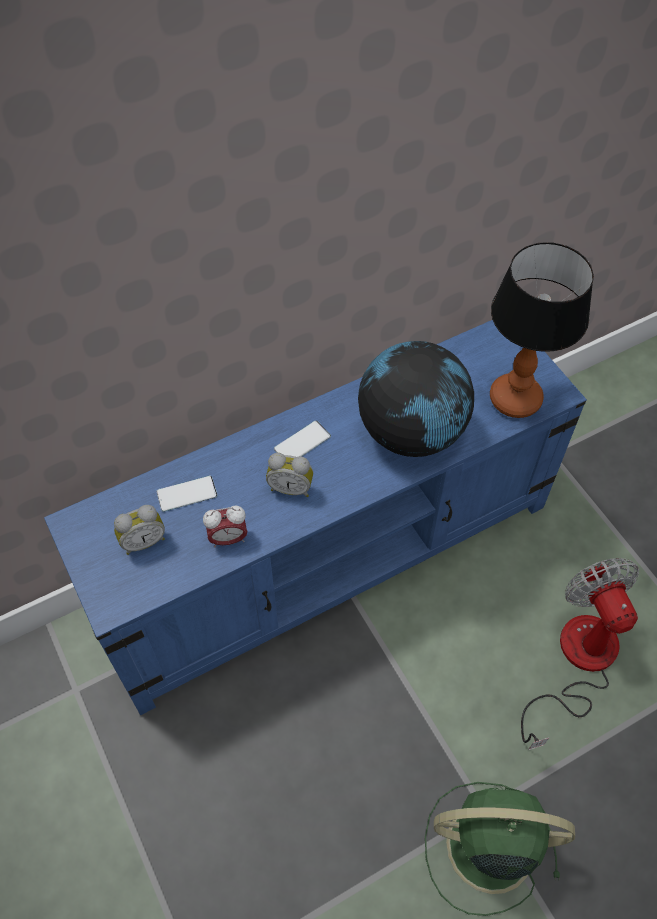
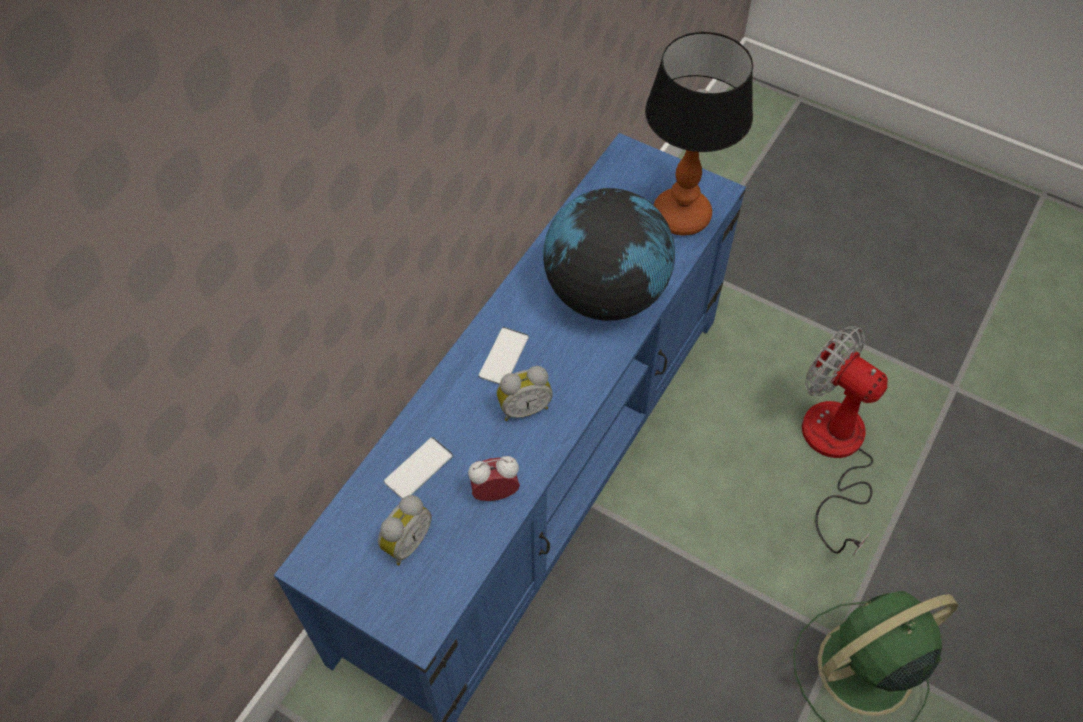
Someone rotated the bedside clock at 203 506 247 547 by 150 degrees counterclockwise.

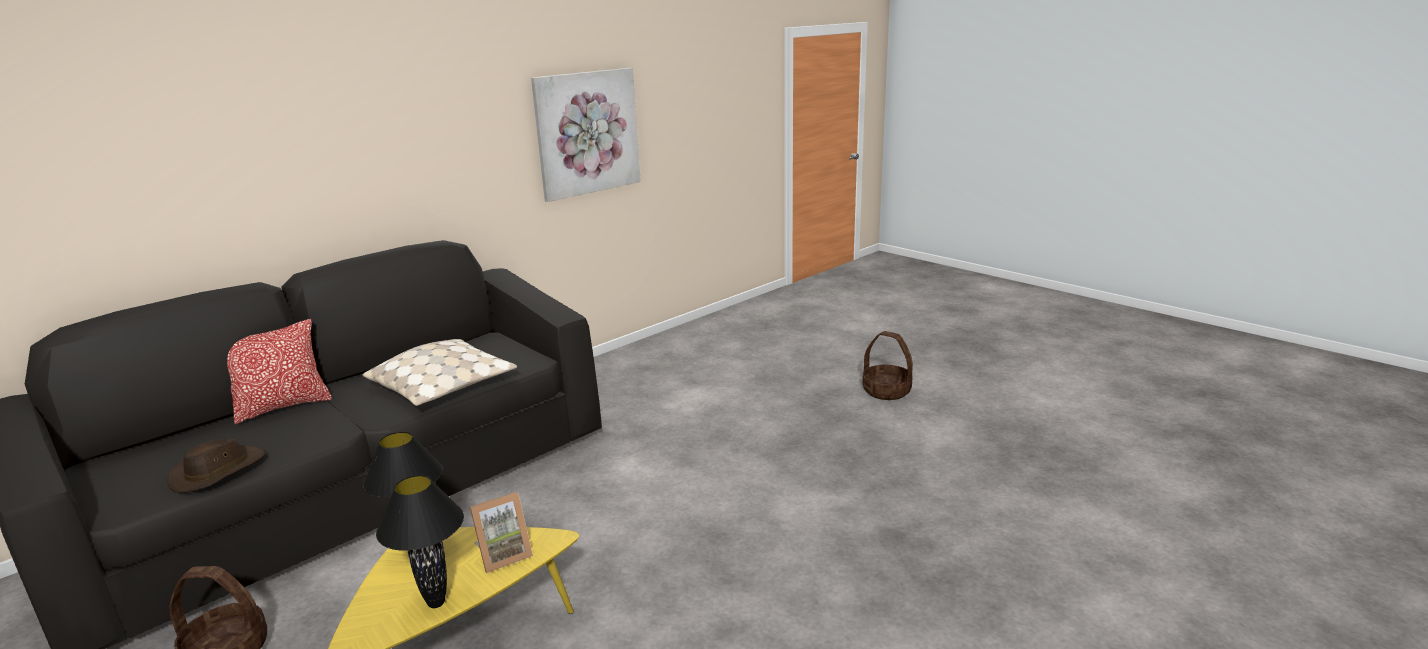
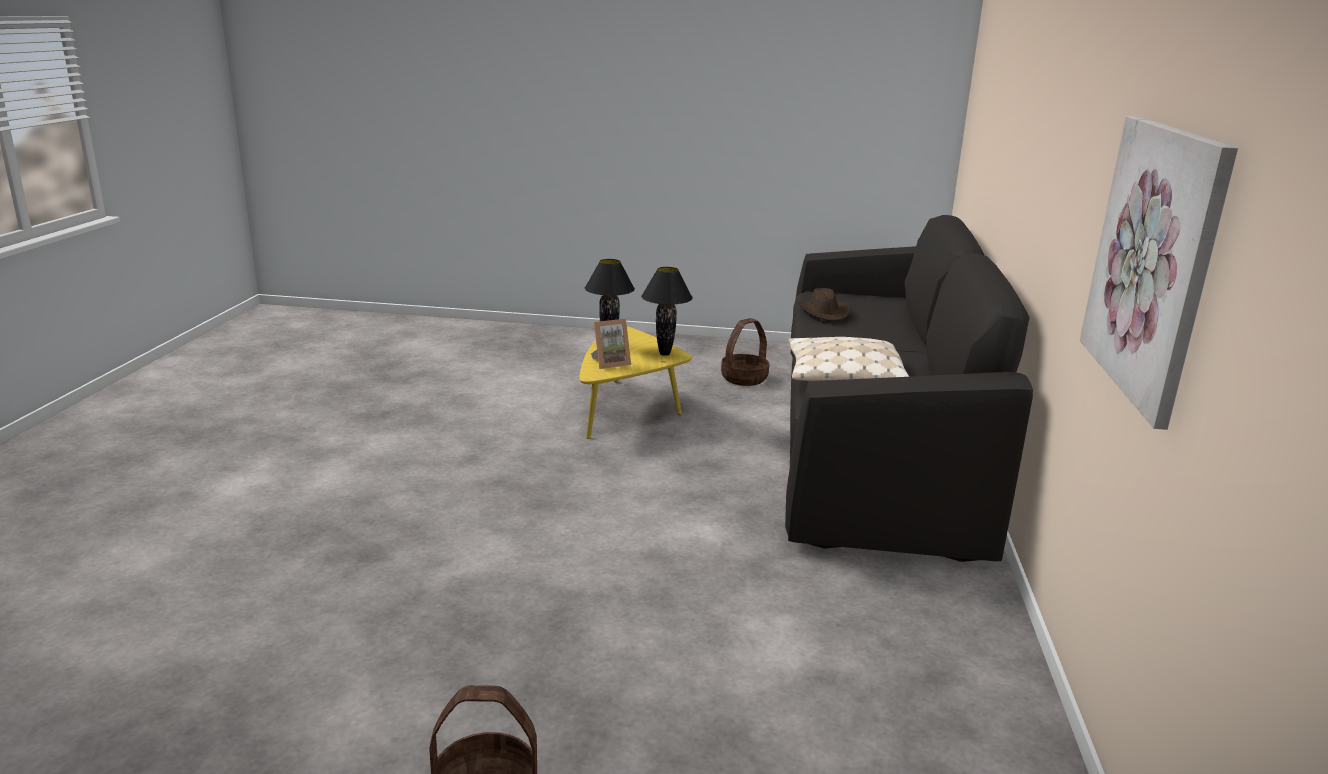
Someone took away the cushion at 227 319 332 425.
Someone rotated the picture frame at 470 492 533 573 by 135 degrees counterclockwise.

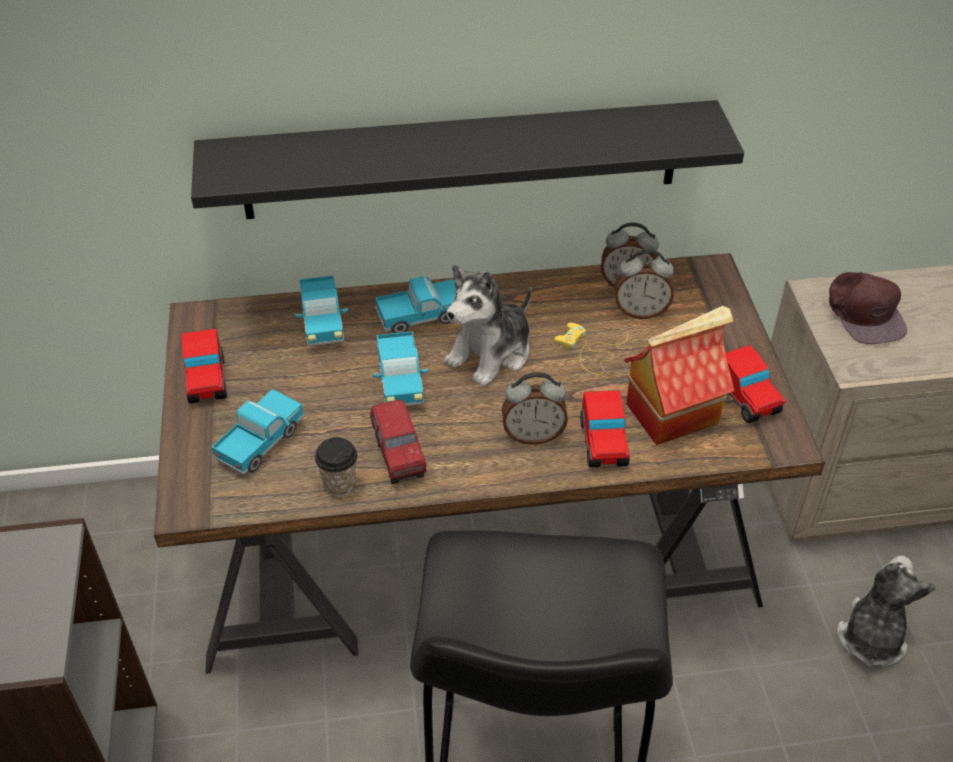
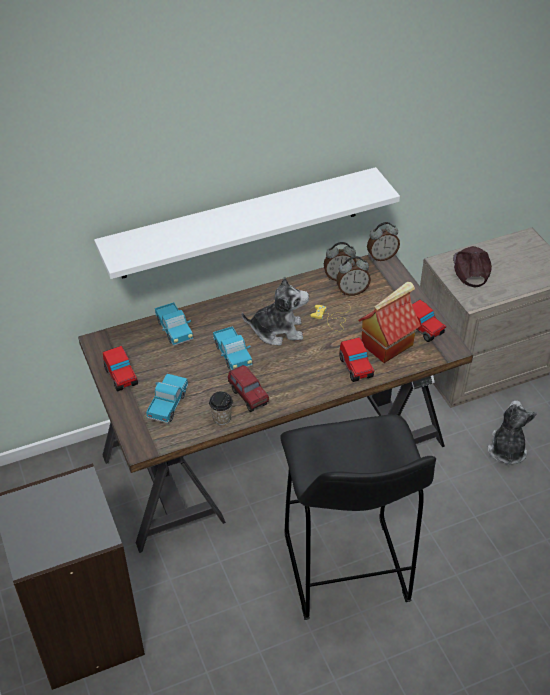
Someone took away the toy lorry at 375 276 456 333.
Someone carried the bedside clock from 502 372 568 445 to 367 222 400 261.
Someone repainted the black-coloured bracket shelf at 191 100 744 219, which became the whitish bracket shelf at 94 167 400 279.
Someone rotated the soft toy at 444 264 532 387 by 120 degrees counterclockwise.
Someone rotated the brownish cap at 829 272 907 344 by 150 degrees counterclockwise.

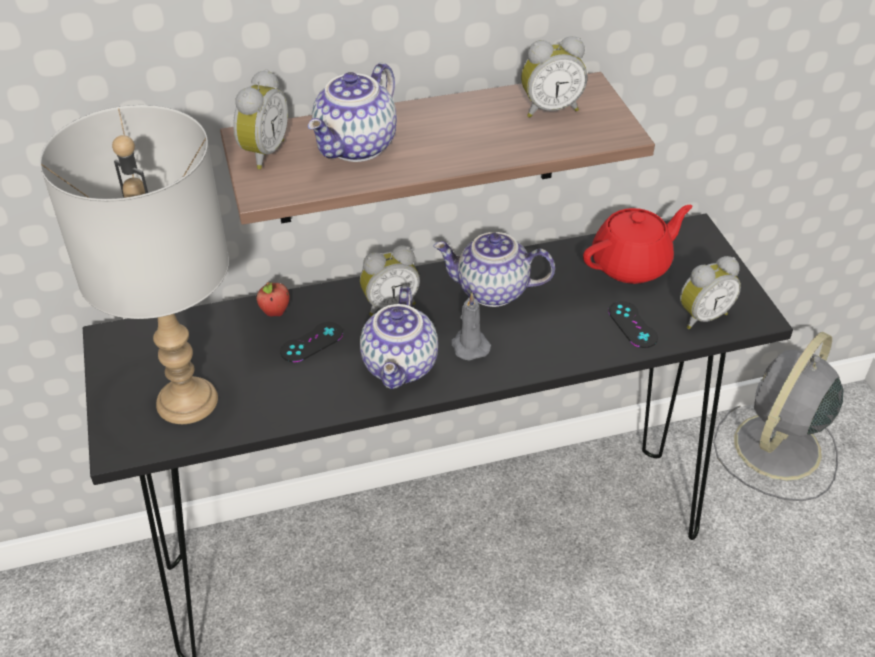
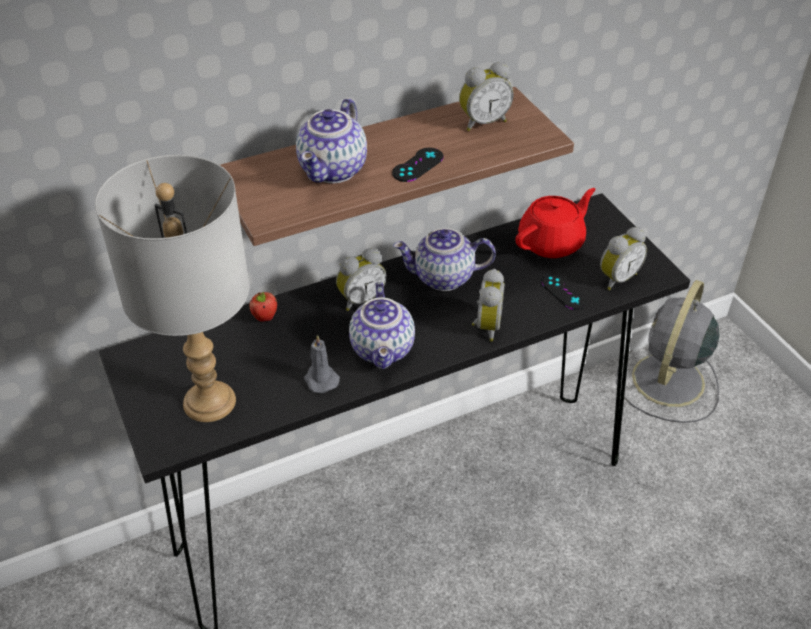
Someone carried the bedside clock from 233 69 288 169 to 472 269 505 342.
Someone carried the black-coloured game controller from 280 322 343 362 to 392 148 443 182.
Someone carried the gray wax candle from 451 292 491 361 to 304 334 340 393.

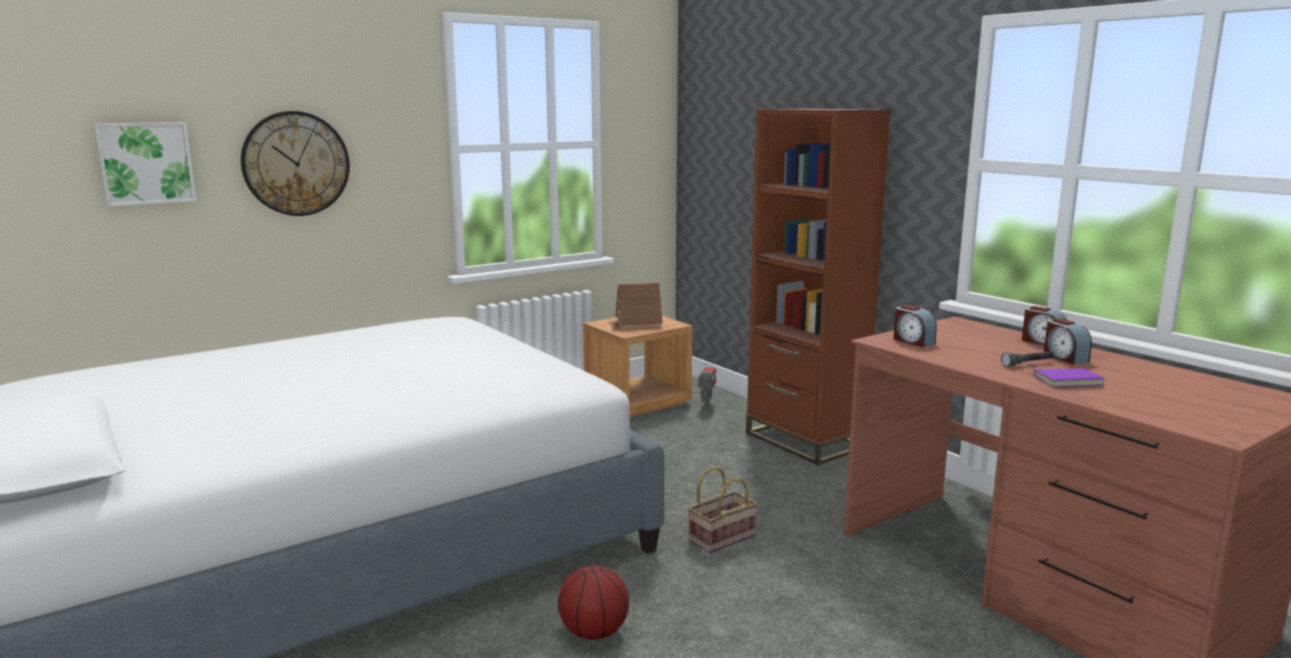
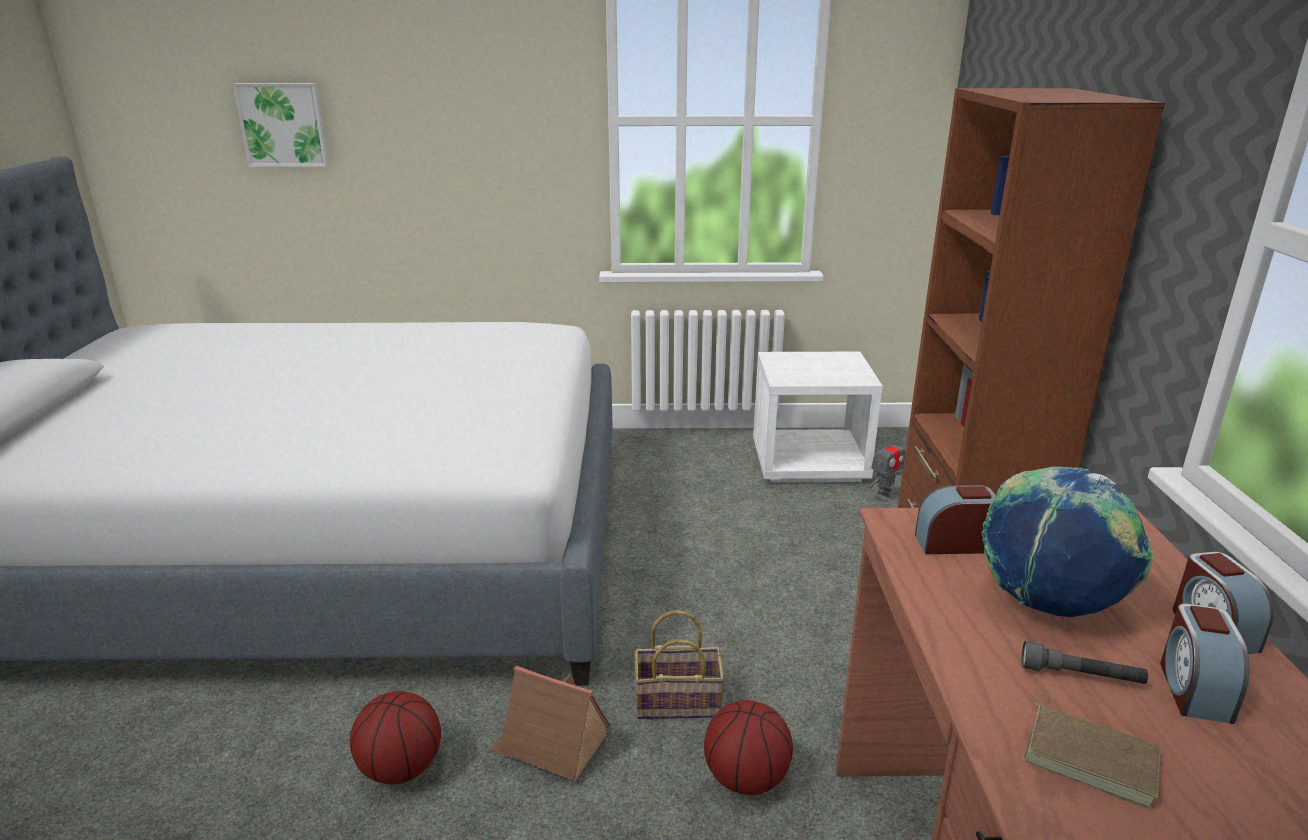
Someone took away the clock on the wall at 241 111 350 216.
Someone put down the ball for basketball at 704 700 793 795.
Someone put down the world globe at 982 466 1153 617.
Someone carried the toy house from 608 282 663 330 to 490 666 611 782.
Someone repainted the brownish bedside table at 583 316 693 418, which became the whitish bedside table at 753 352 883 482.
Someone repainted the purple book at 1031 367 1105 387, which became the brownish book at 1023 691 1161 809.
Someone rotated the bedside clock at 893 305 937 347 by 90 degrees clockwise.

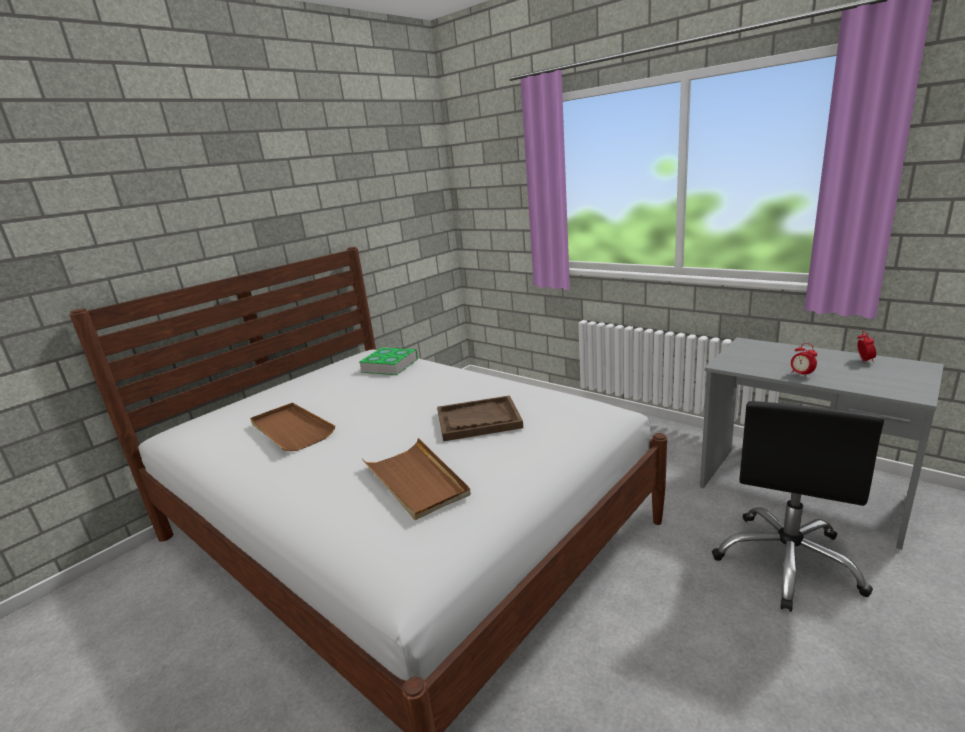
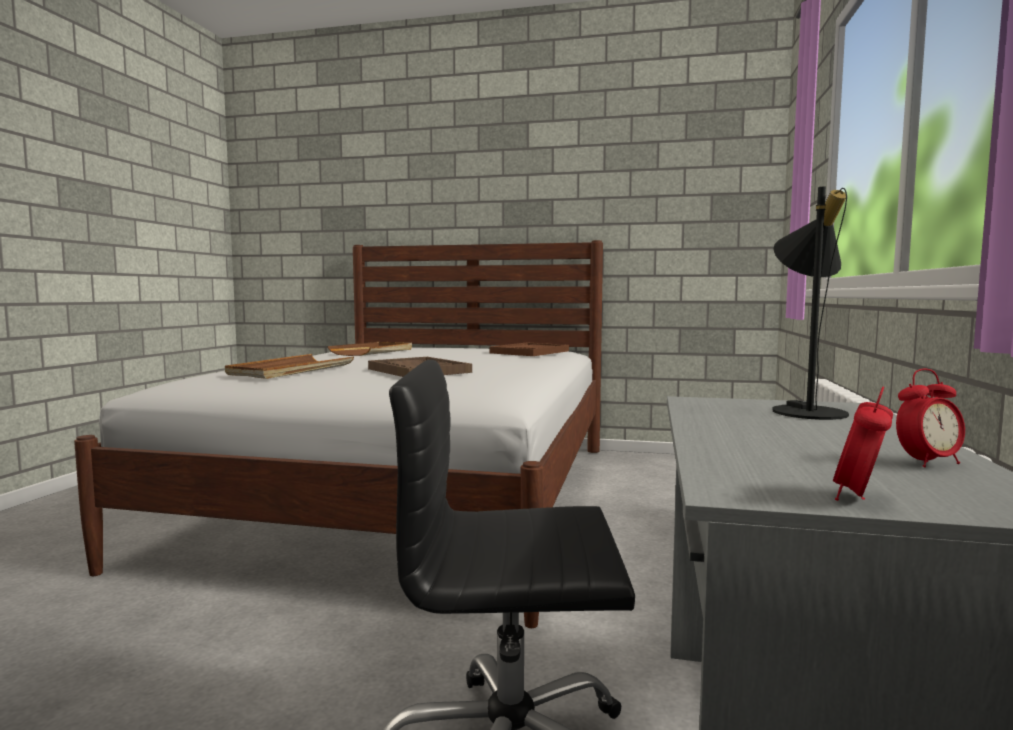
Someone put down the black-coloured table lamp at 772 187 849 420.
Someone carried the bedside clock from 791 343 817 378 to 833 387 893 501.
Someone swapped the book at 359 347 418 375 for the brownish carrying tray at 490 343 569 356.

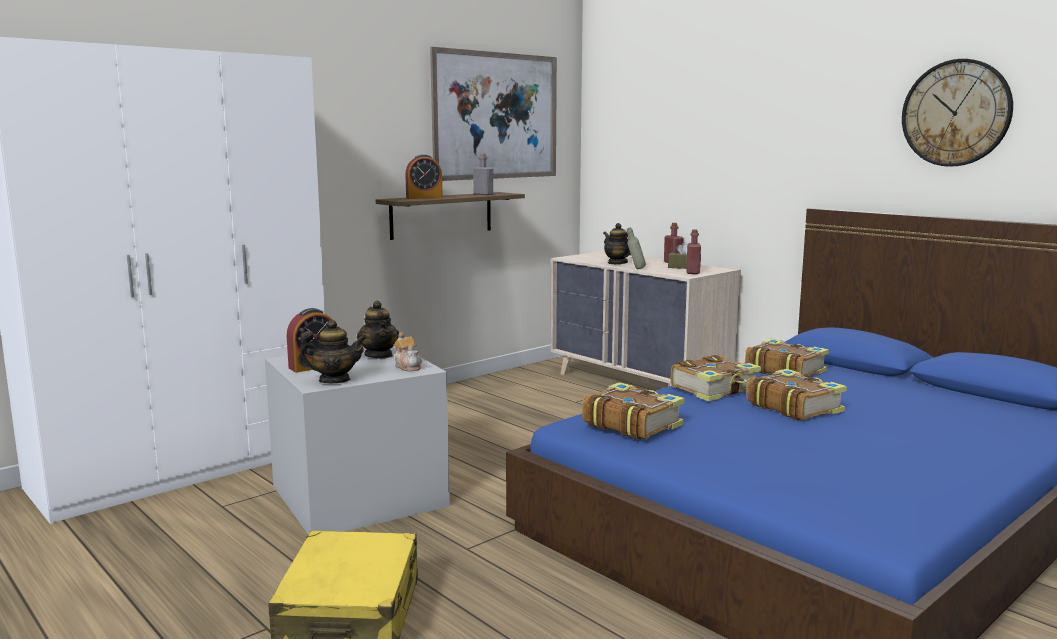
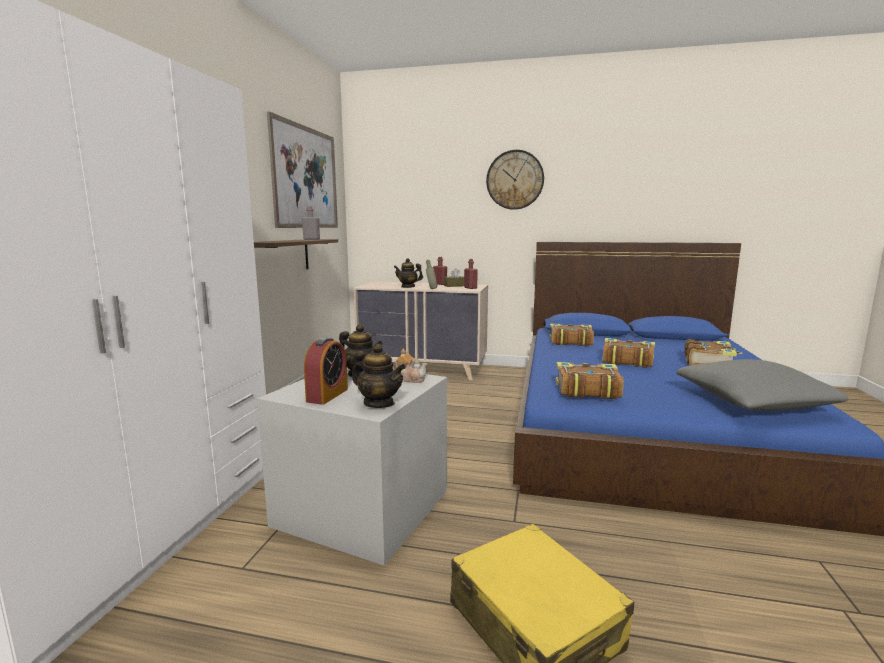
Someone took away the bedside clock at 405 154 443 199.
Someone put down the gray cushion at 676 359 849 411.
Someone carried the book from 671 355 761 401 to 685 339 743 365.
Someone carried the clock on the wall from 902 59 1013 167 to 486 150 544 210.
Someone rotated the pot for tea at 298 320 367 383 by 75 degrees clockwise.

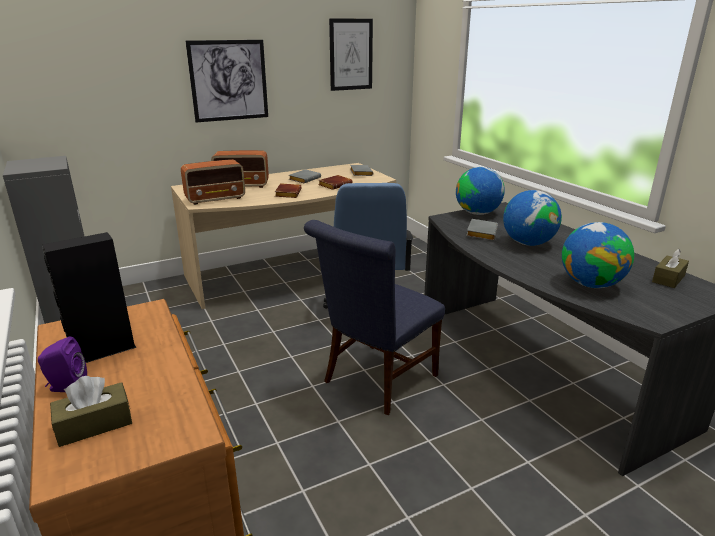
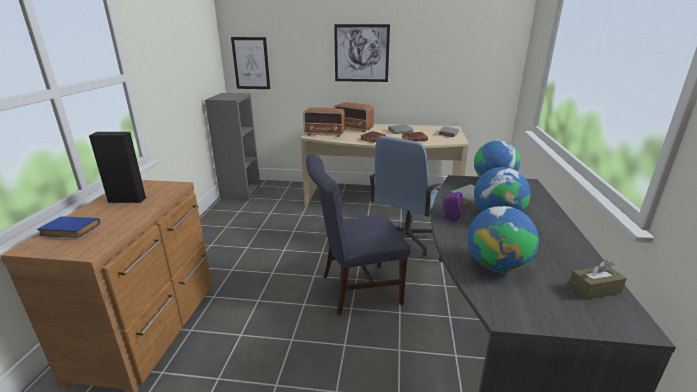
Someone carried the purple audio speaker from 38 336 87 392 to 441 192 463 221.
Someone carried the picture from 329 19 373 91 to 231 37 270 89.
Someone swapped the brownish tissue box at 50 376 132 447 for the blue-coloured book at 37 216 100 238.

